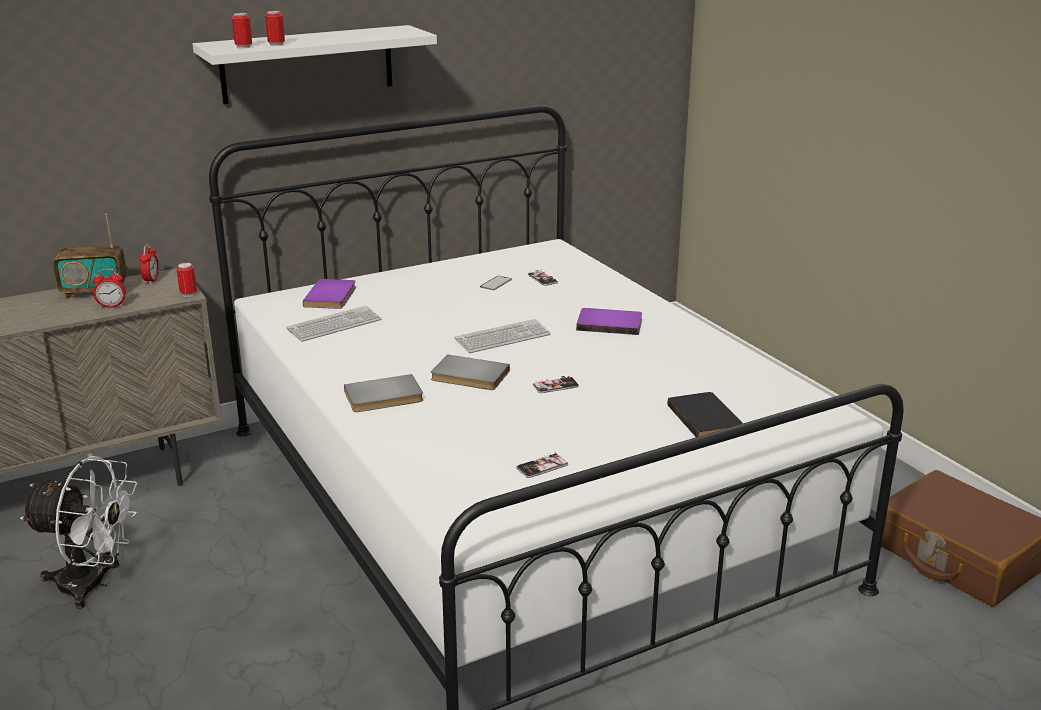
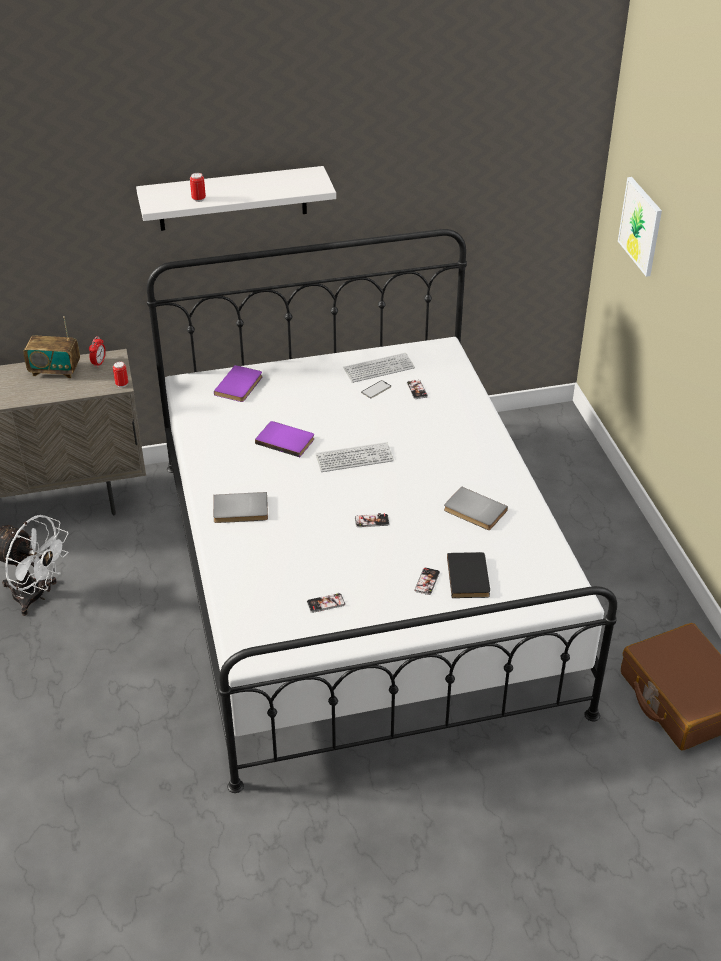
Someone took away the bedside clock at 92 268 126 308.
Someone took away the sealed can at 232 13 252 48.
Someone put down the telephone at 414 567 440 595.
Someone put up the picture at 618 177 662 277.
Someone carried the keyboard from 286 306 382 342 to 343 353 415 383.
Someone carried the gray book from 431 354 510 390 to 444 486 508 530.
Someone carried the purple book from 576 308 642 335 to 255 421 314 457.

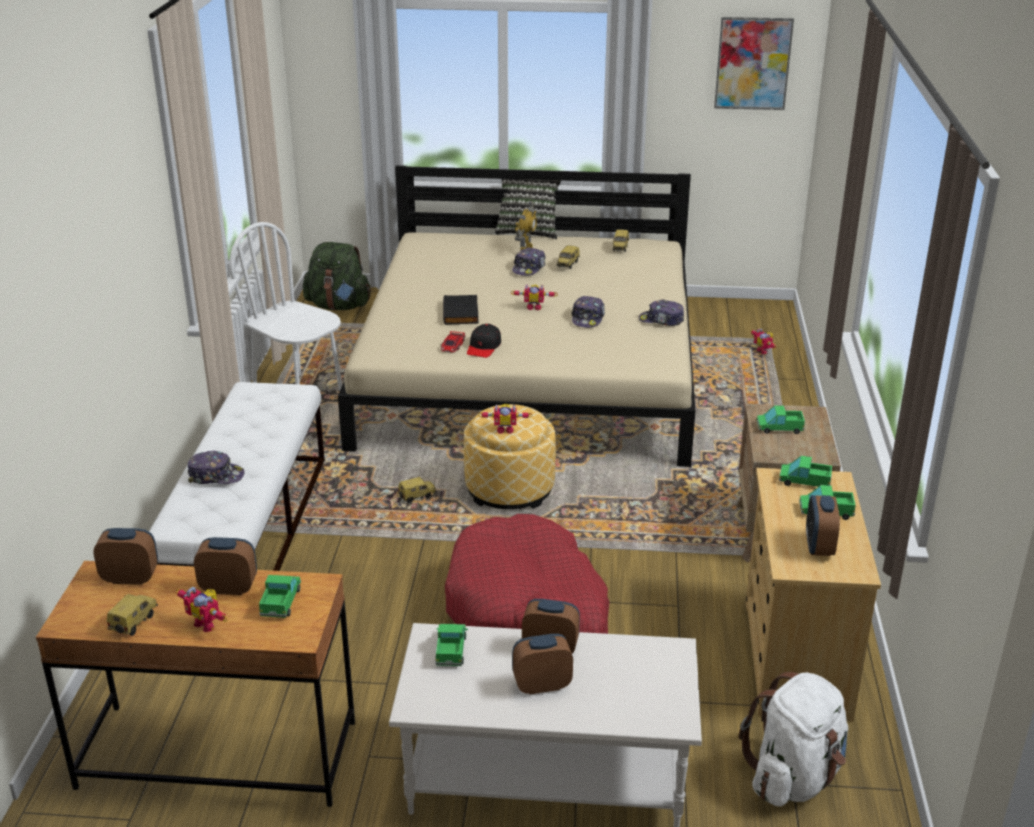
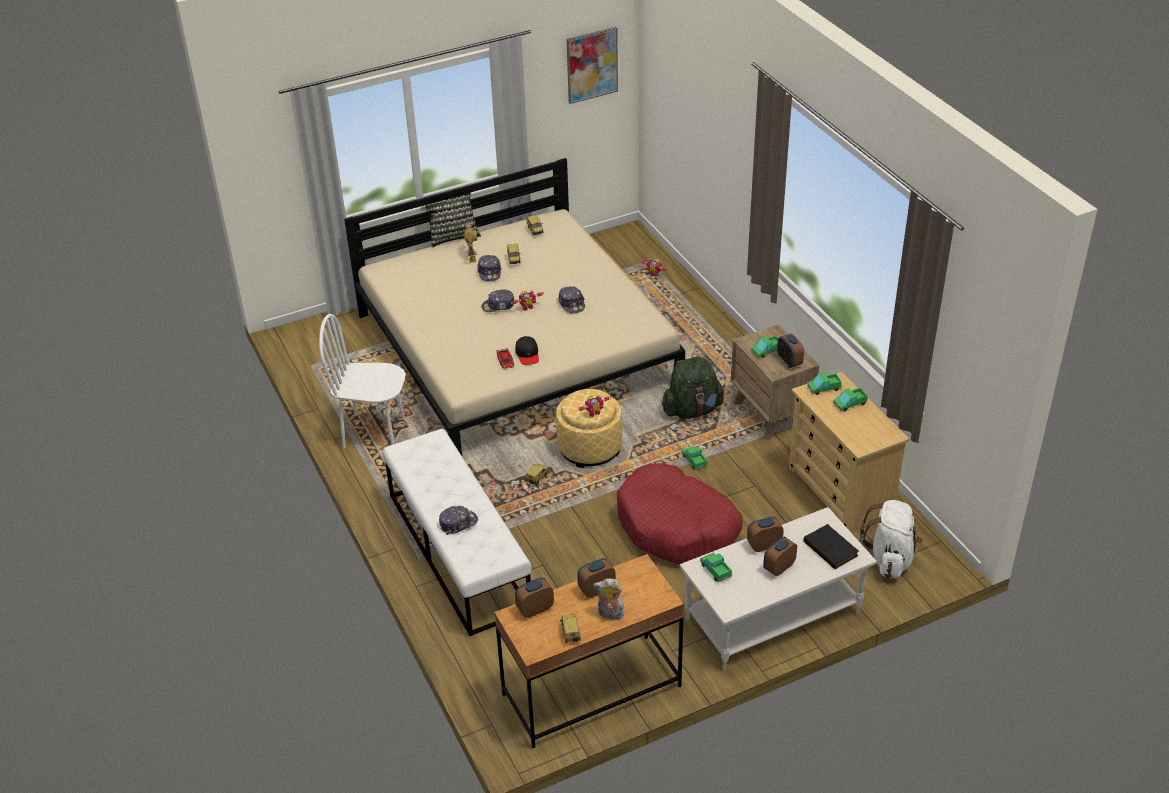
Someone carried the toy lorry from 259 575 301 618 to 682 446 708 470.
Someone carried the green-coloured knapsack from 303 242 371 310 to 662 356 725 419.
Someone carried the black-coloured book from 443 295 479 325 to 804 524 859 569.
Someone carried the cap from 639 299 684 326 to 482 289 514 312.
Someone carried the bedside clock from 806 495 840 556 to 777 333 804 368.
Someone swapped the toy robot at 176 587 228 632 for the soft toy at 593 579 625 620.

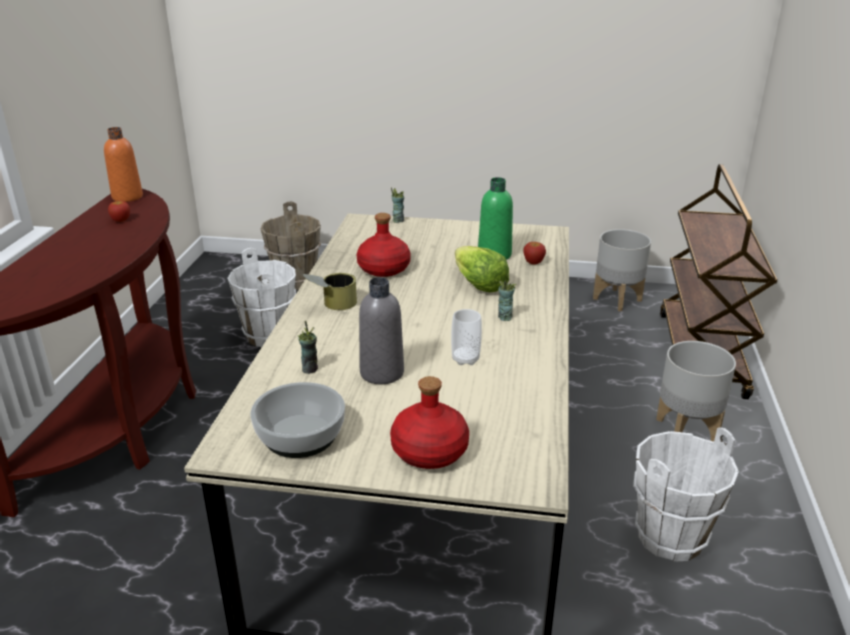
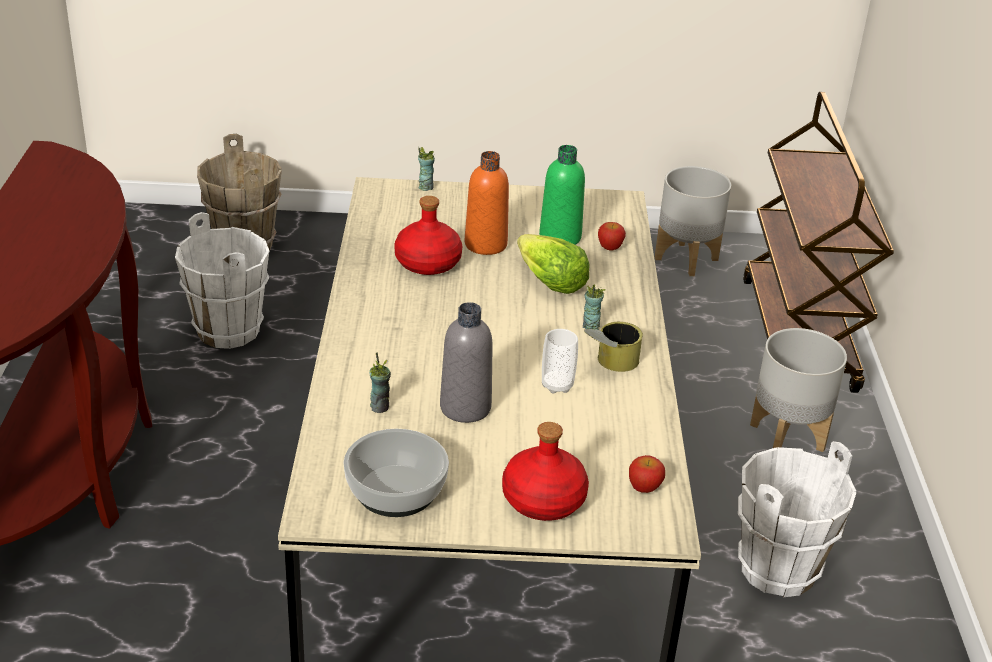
Someone carried the orange-coloured bottle from 104 127 143 202 to 465 151 509 255.
Someone carried the whole apple from 108 201 130 222 to 629 455 665 493.
Someone carried the sealed can from 303 273 357 310 to 584 322 643 372.

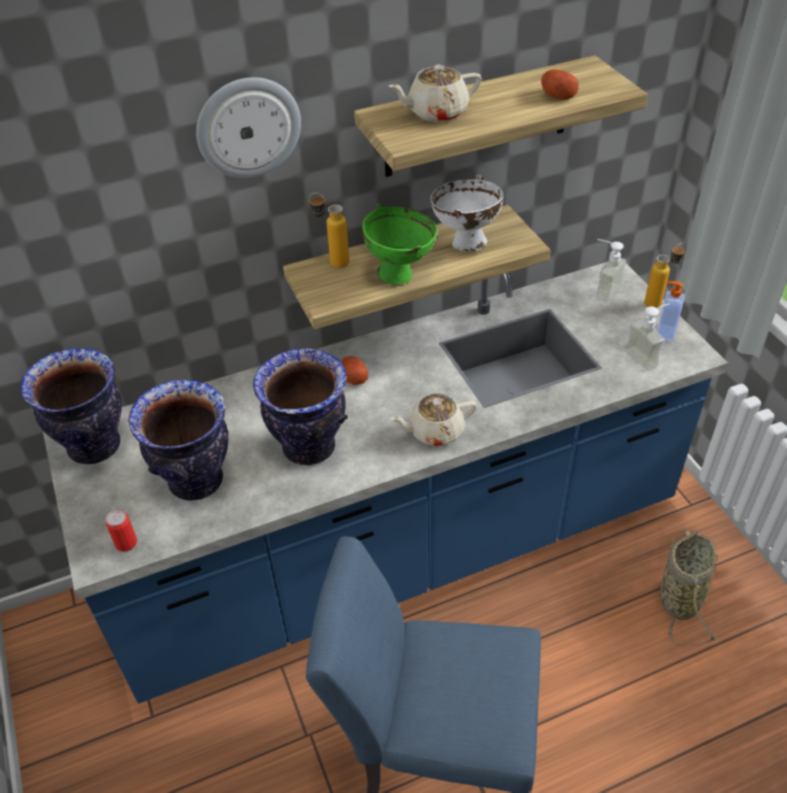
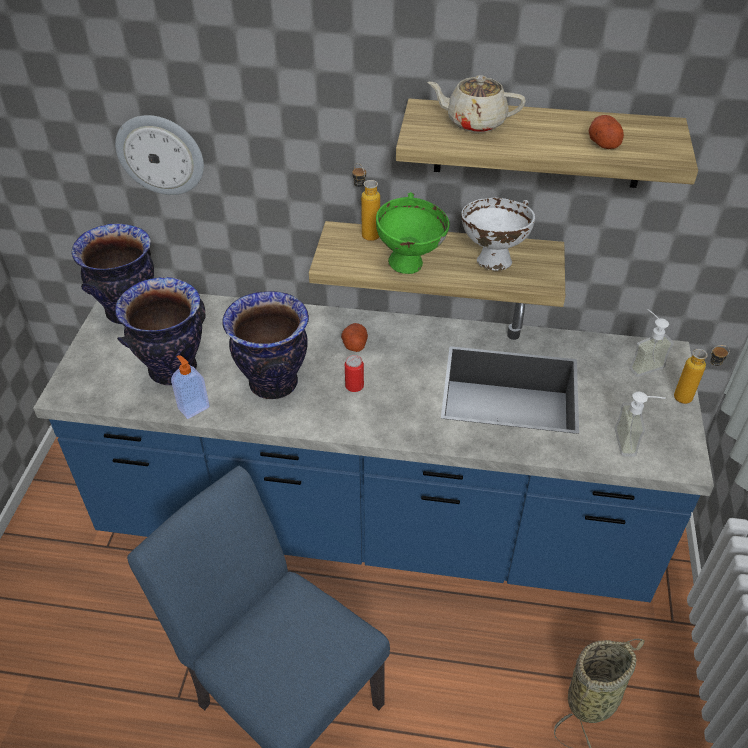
Someone took away the beige-coloured pot for tea at 391 393 477 446.
Someone carried the sealed can from 106 510 137 552 to 345 355 364 392.
Someone carried the clock on the wall from 196 77 301 178 to 115 115 204 195.
Someone carried the soap dispenser from 657 281 685 342 to 171 355 210 419.

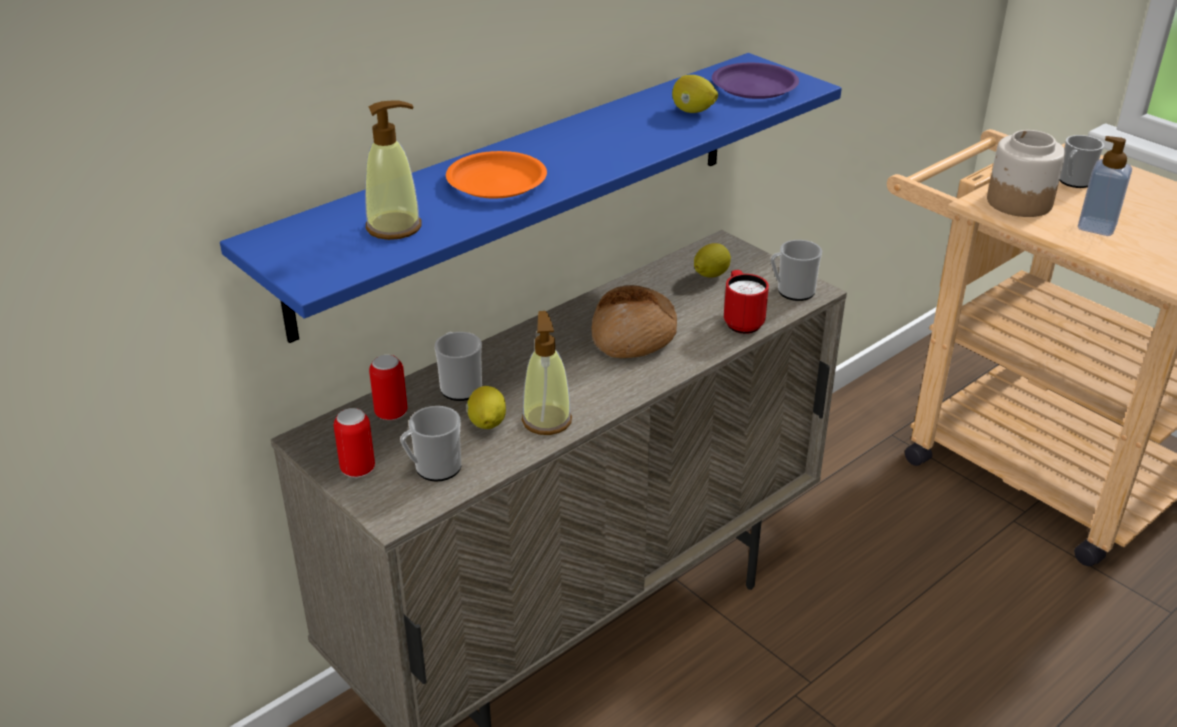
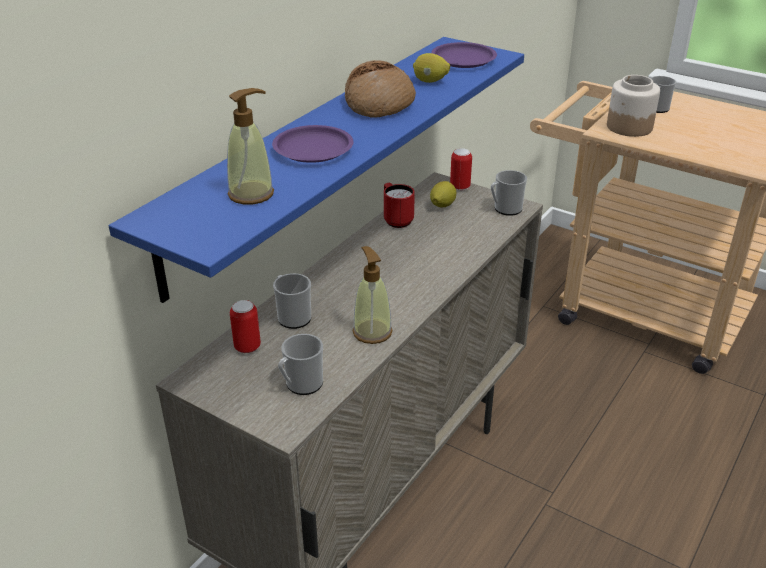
Someone took away the lemon at 467 386 506 429.
Someone took away the soap dispenser at 1078 136 1132 236.
Someone carried the sealed can from 334 408 375 478 to 450 148 472 191.
Someone carried the baked bread from 591 285 677 358 to 345 60 416 118.
Someone carried the reddish coffee mug from 724 270 769 334 to 384 183 415 228.
Someone repainted the orange-coloured dinner plate at 446 151 547 198, which became the purple dinner plate at 272 125 354 163.

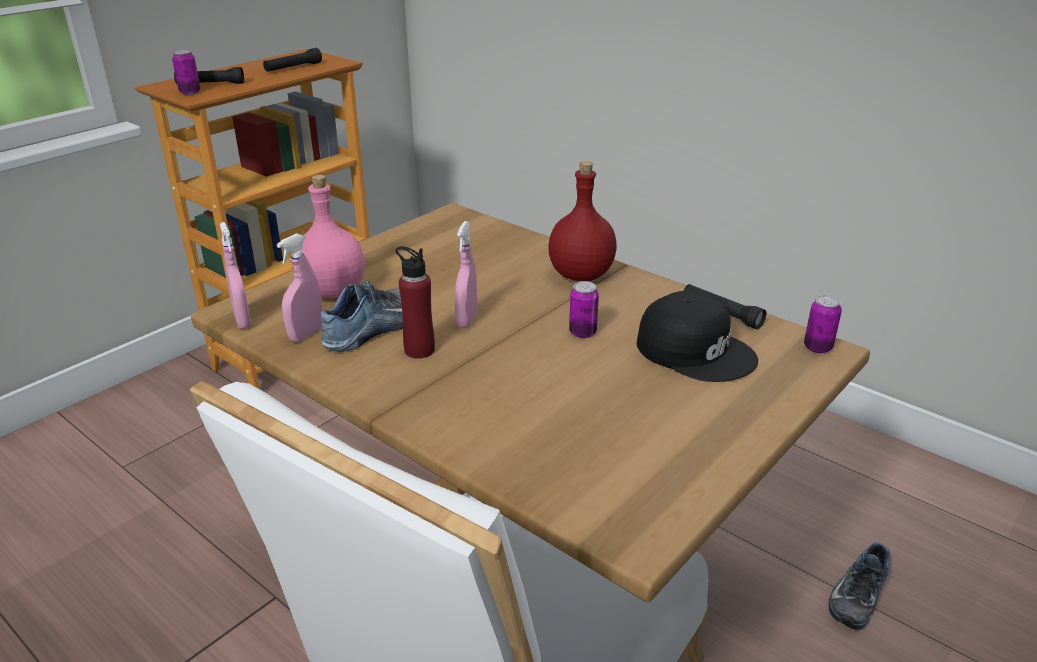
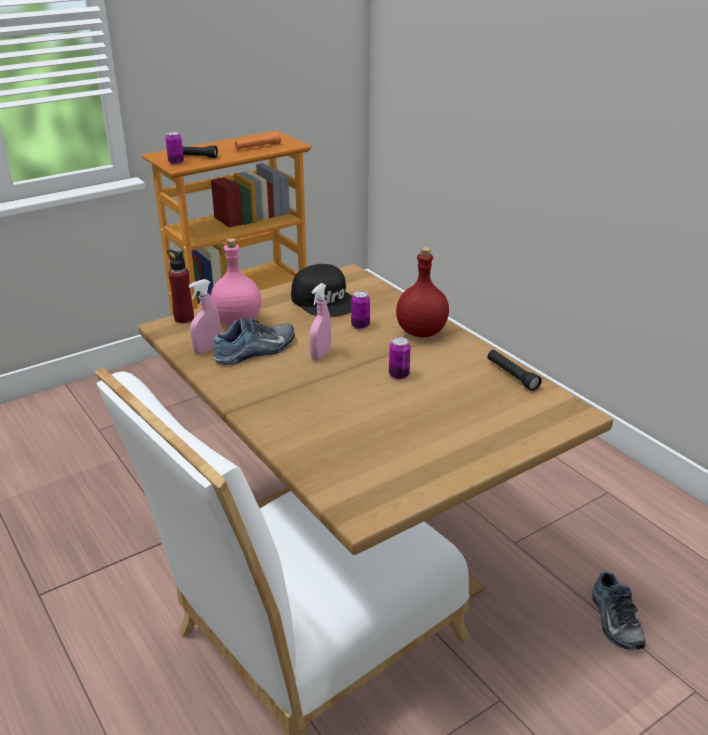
Someone took away the pink spray bottle at 220 222 251 329.
Someone carried the reddish bottle from 396 246 435 359 to 167 250 194 323.
Someone carried the black-coloured cap from 637 291 758 382 to 291 264 352 317.
Someone carried the sealed can from 804 295 842 354 to 351 291 370 329.
Someone repainted the black-coloured torch at 263 48 322 72, which became the orange-coloured torch at 235 132 281 150.
Someone rotated the low shoe at 828 542 890 630 by 60 degrees counterclockwise.

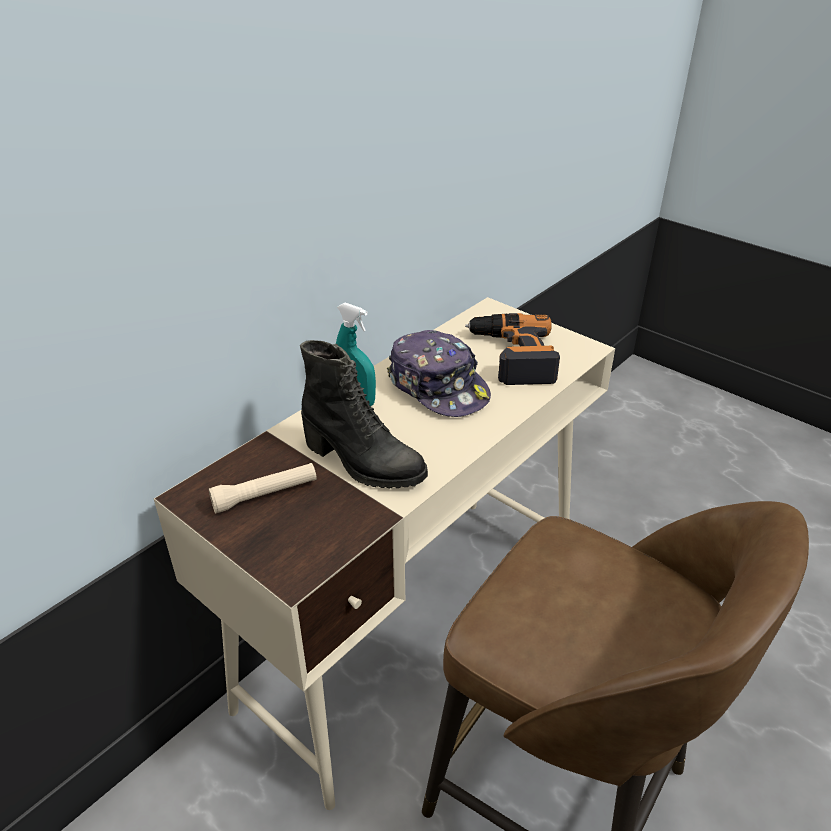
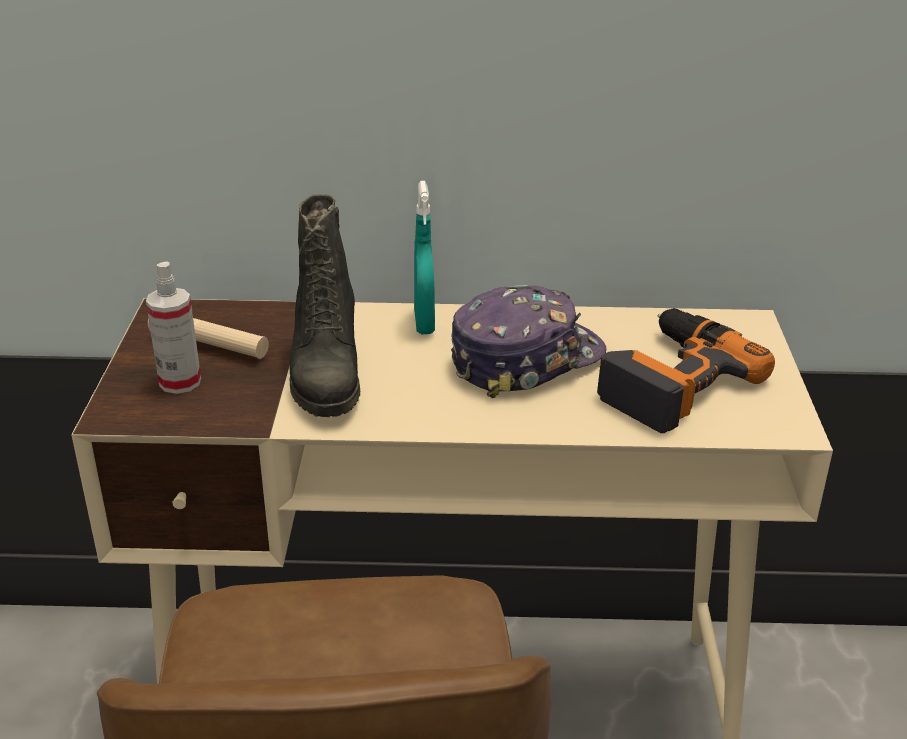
Someone put down the spray bottle at 146 261 201 394.
Someone rotated the cap at 387 330 491 417 by 135 degrees counterclockwise.

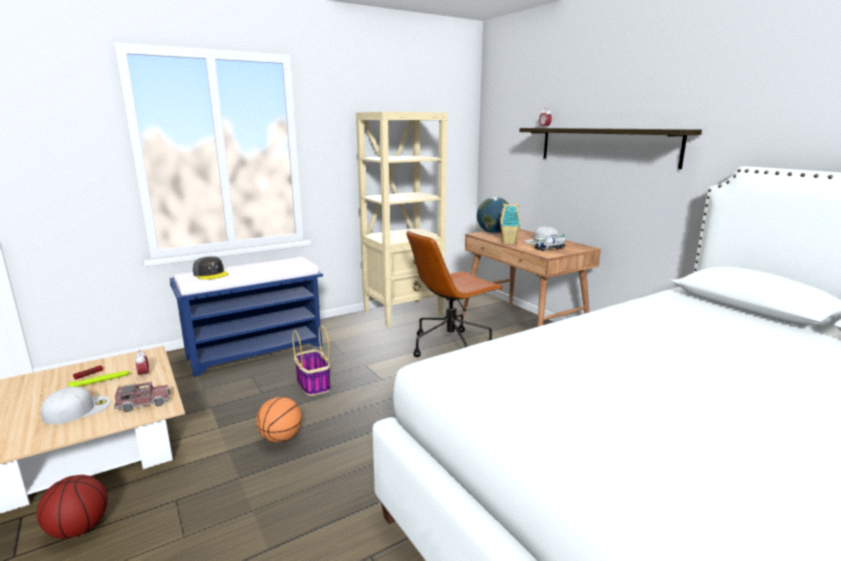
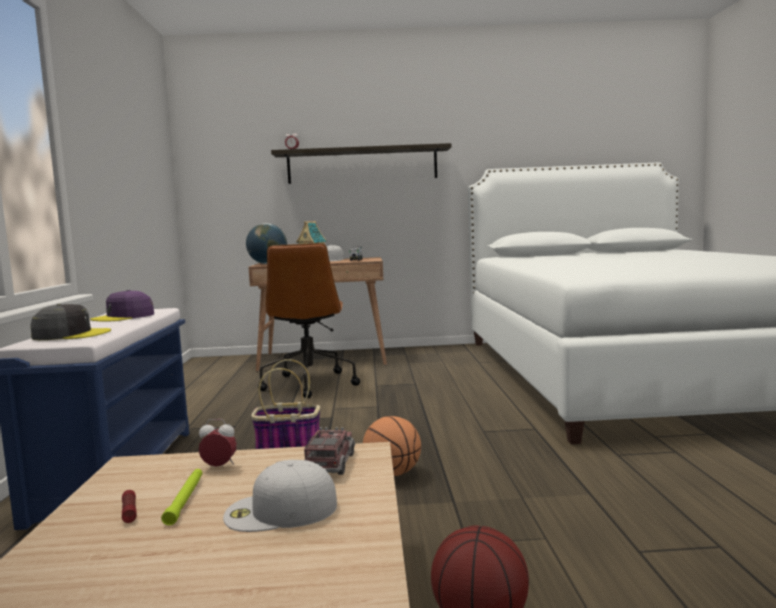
Someone took away the beige-coloured bookshelf at 356 112 448 328.
Someone put down the purple cap at 90 290 154 321.
Someone rotated the whitish cap at 41 386 111 424 by 90 degrees counterclockwise.

